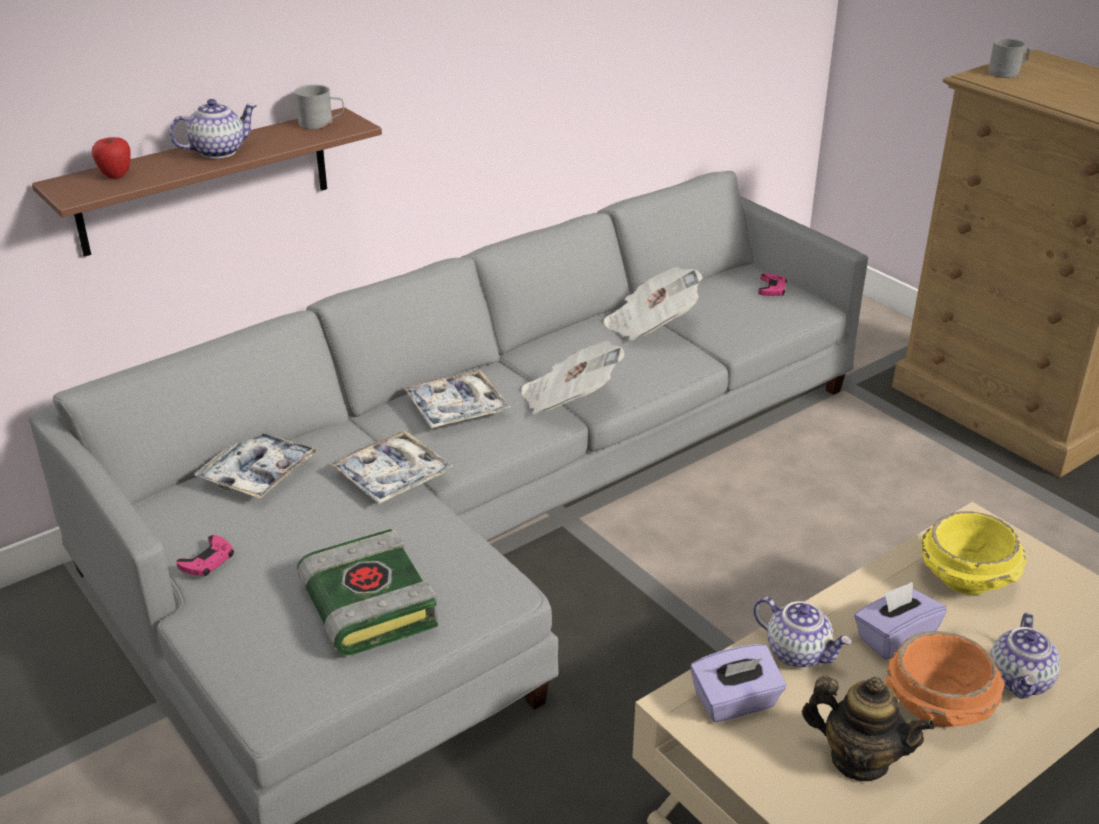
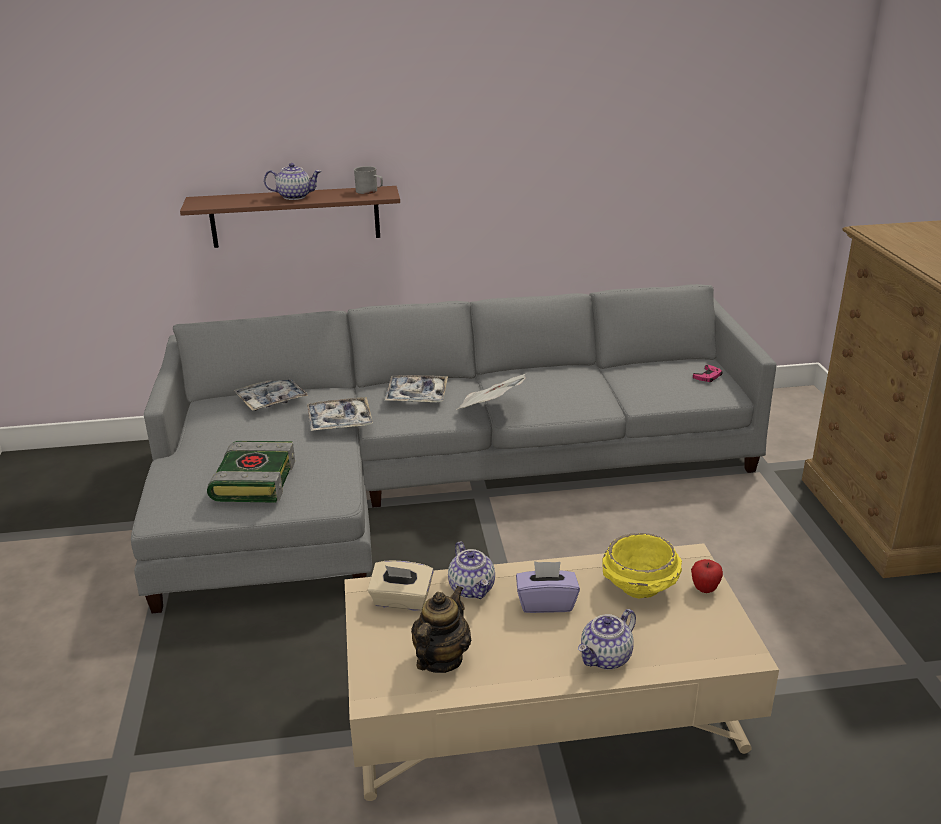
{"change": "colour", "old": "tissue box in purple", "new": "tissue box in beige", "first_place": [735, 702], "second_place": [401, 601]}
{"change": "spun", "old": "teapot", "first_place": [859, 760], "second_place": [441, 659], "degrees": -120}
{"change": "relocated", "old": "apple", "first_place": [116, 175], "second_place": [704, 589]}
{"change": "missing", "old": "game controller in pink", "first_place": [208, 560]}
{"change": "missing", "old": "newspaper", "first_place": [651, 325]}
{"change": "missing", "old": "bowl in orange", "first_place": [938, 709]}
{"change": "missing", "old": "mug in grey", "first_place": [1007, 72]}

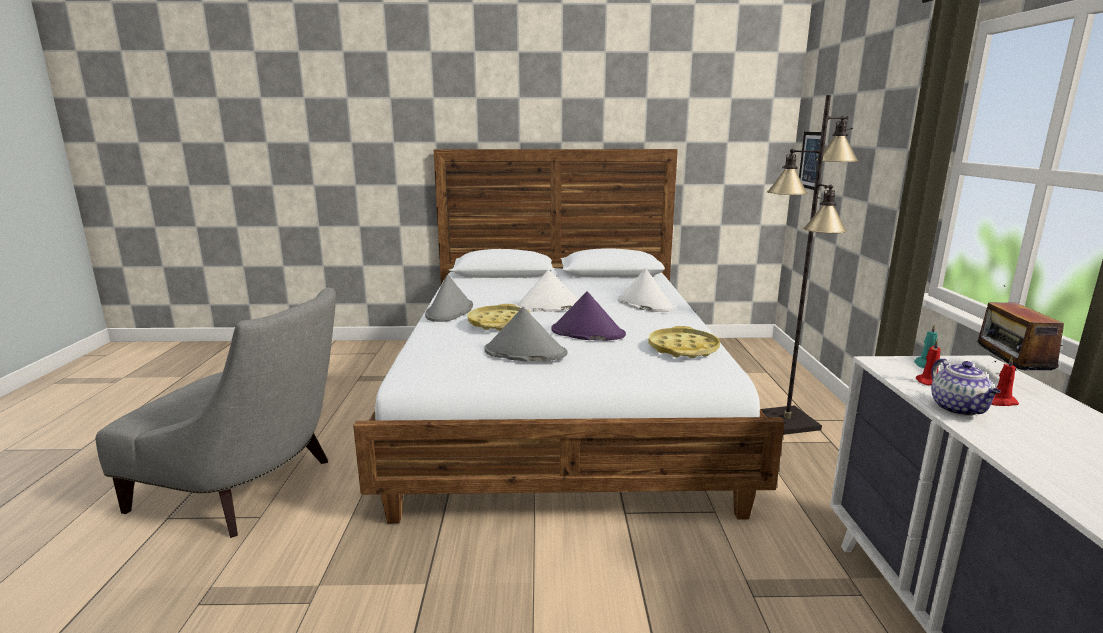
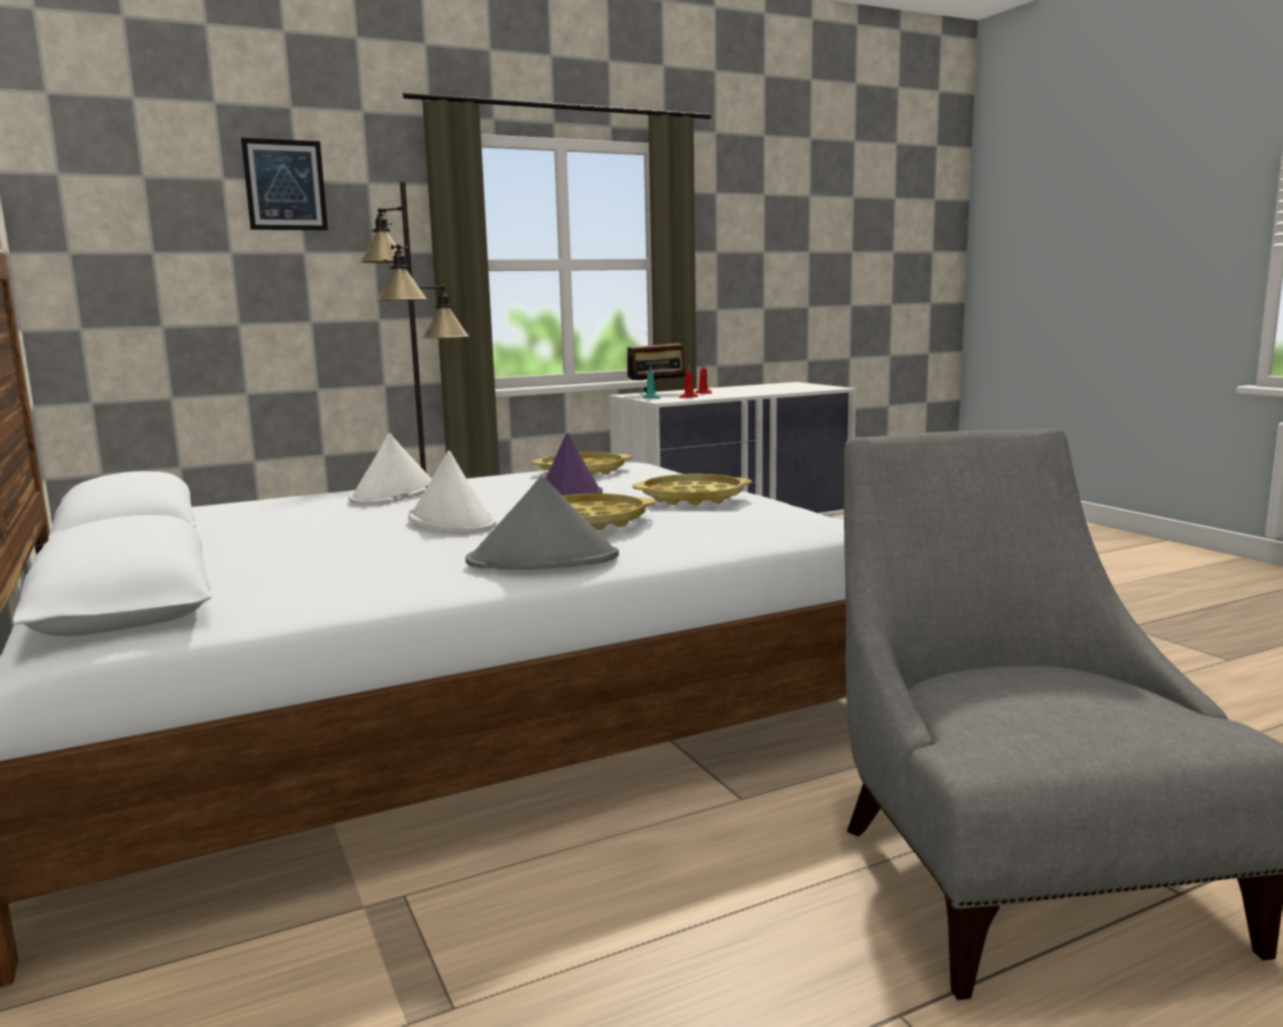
{"change": "relocated", "old": "picture", "first_place": [812, 160], "second_place": [285, 185]}
{"change": "exchanged", "old": "hat in grey", "new": "tray in yellow", "first_place": [524, 352], "second_place": [692, 498]}
{"change": "missing", "old": "teapot", "first_place": [959, 409]}

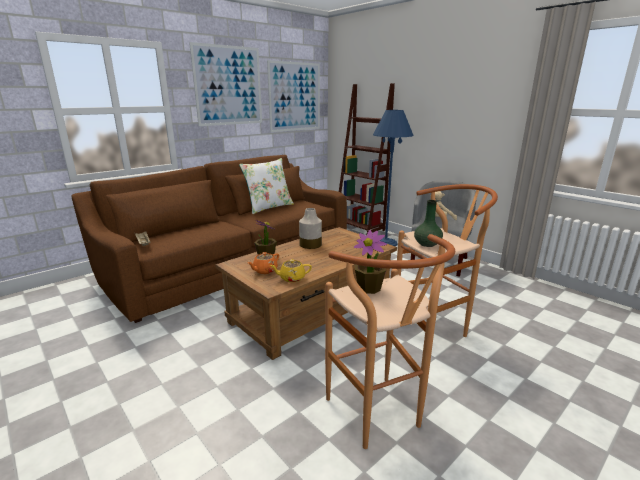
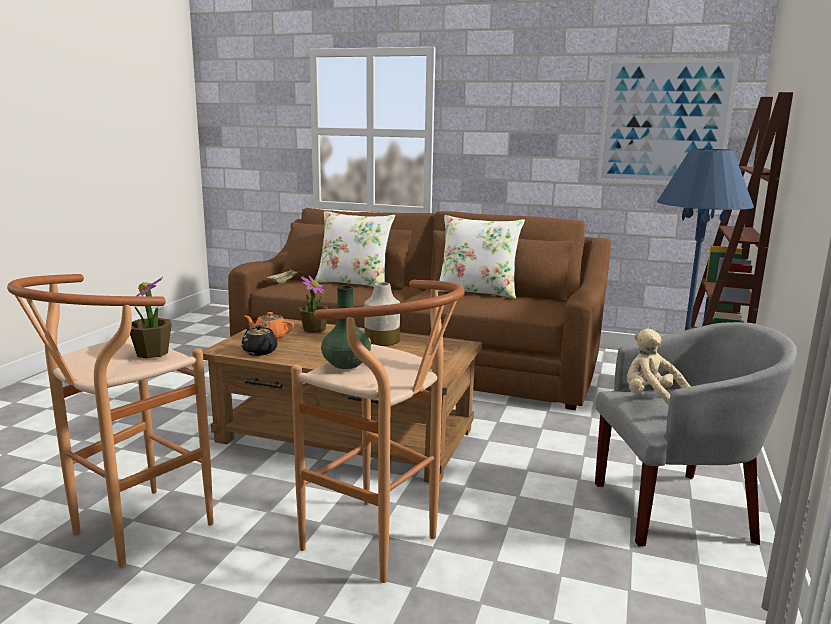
{"change": "colour", "old": "teapot in yellow", "new": "teapot in black", "first_place": [291, 278], "second_place": [259, 351]}
{"change": "appeared", "new": "pillow in white", "second_place": [354, 283]}
{"change": "missing", "old": "picture", "first_place": [228, 86]}

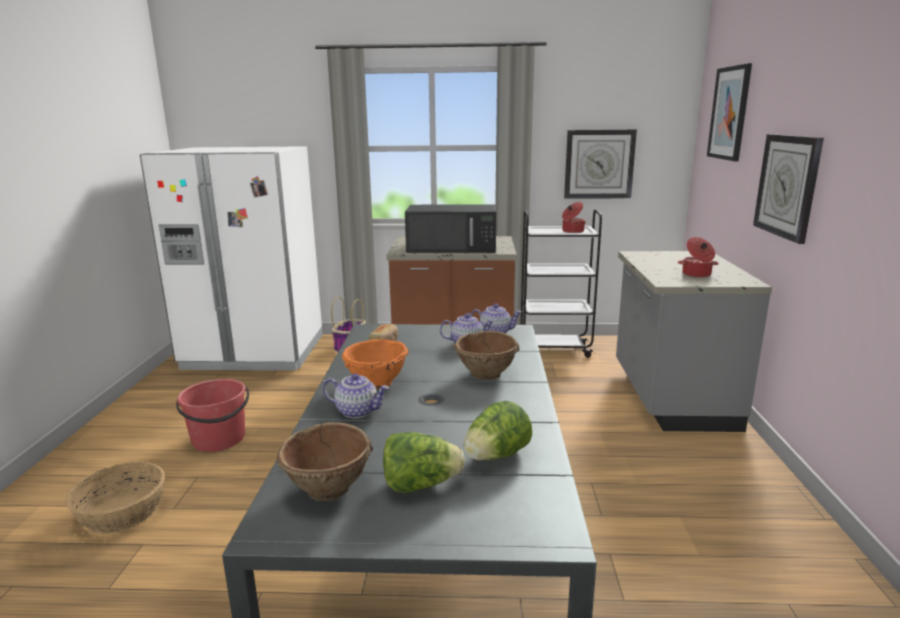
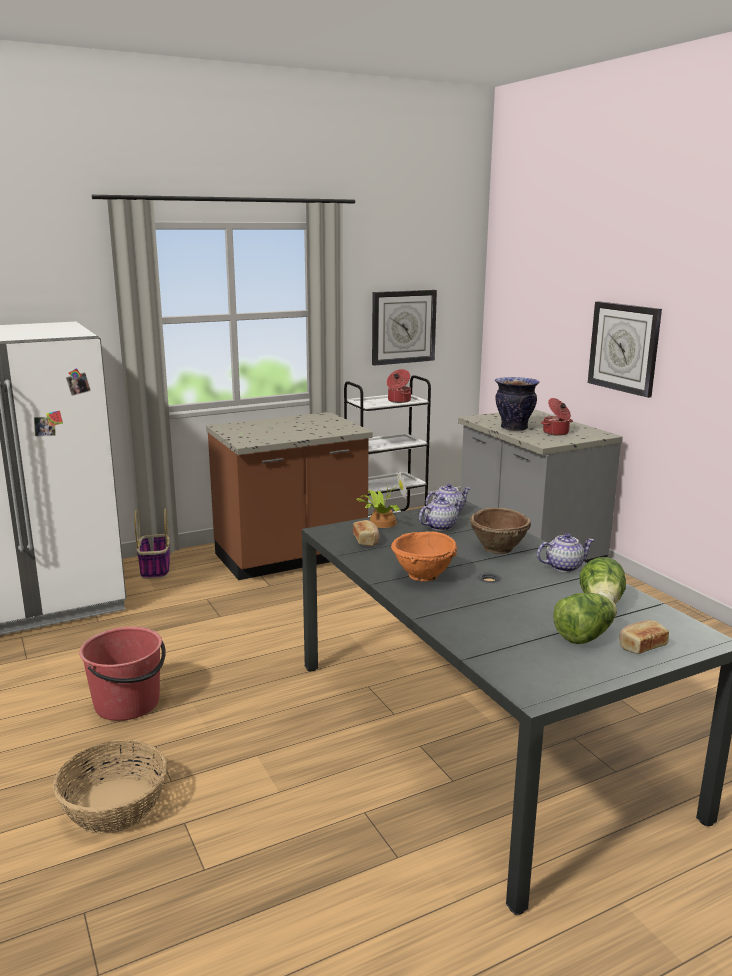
{"change": "appeared", "new": "potted plant", "second_place": [381, 522]}
{"change": "appeared", "new": "vase", "second_place": [514, 428]}
{"change": "relocated", "old": "teapot", "first_place": [357, 411], "second_place": [564, 567]}
{"change": "appeared", "new": "bread", "second_place": [641, 646]}
{"change": "missing", "old": "bowl in brown", "first_place": [328, 489]}
{"change": "missing", "old": "microwave in black", "first_place": [453, 247]}
{"change": "missing", "old": "picture", "first_place": [729, 113]}

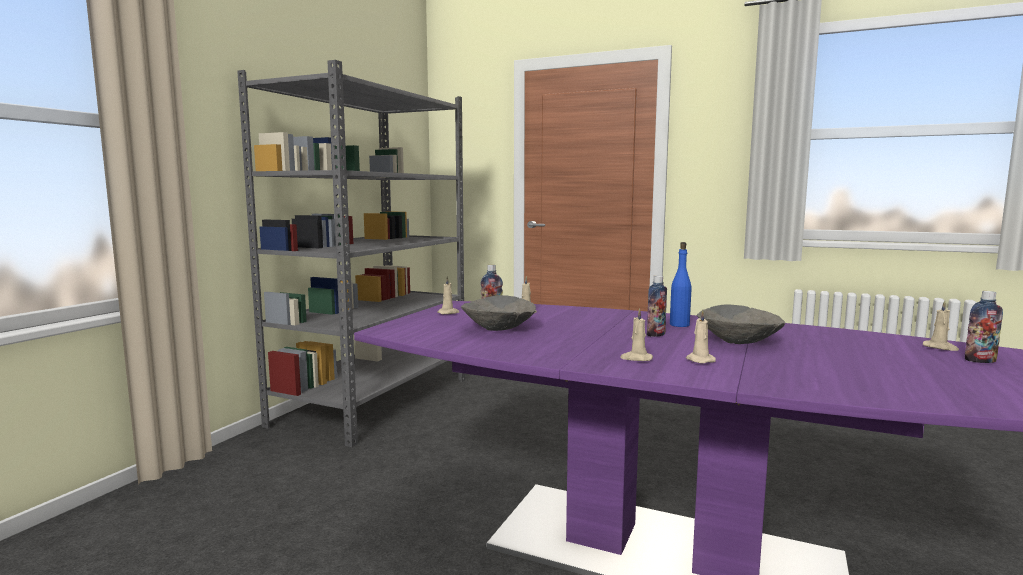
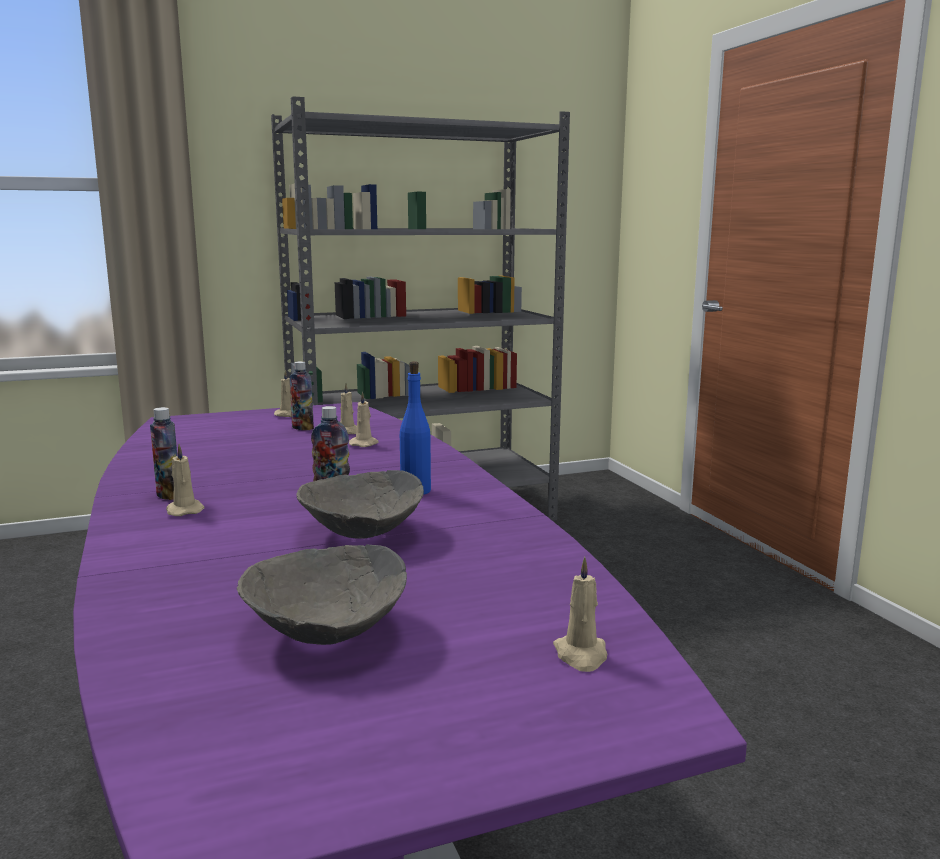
{"change": "relocated", "old": "bottle", "first_place": [980, 360], "second_place": [168, 495]}
{"change": "relocated", "old": "bowl in grey", "first_place": [498, 329], "second_place": [328, 631]}
{"change": "relocated", "old": "candle in beige", "first_place": [699, 360], "second_place": [364, 444]}

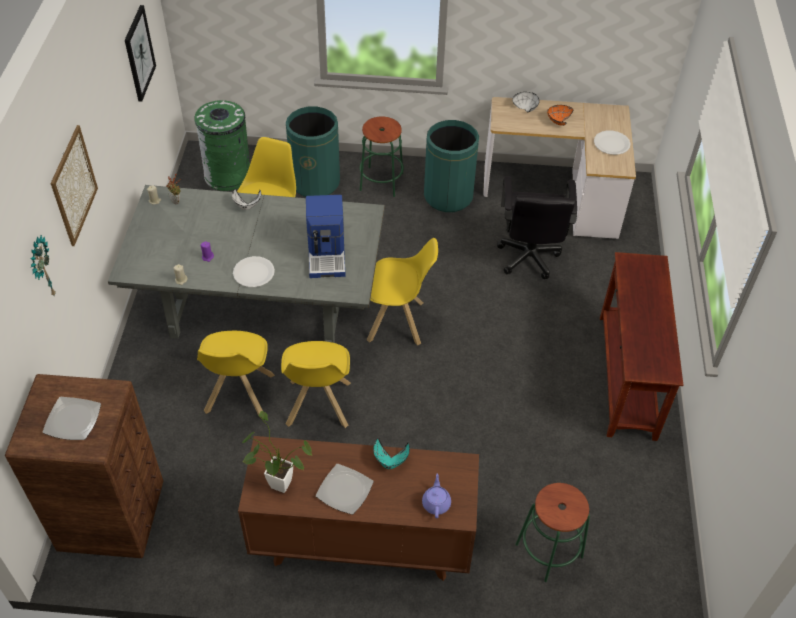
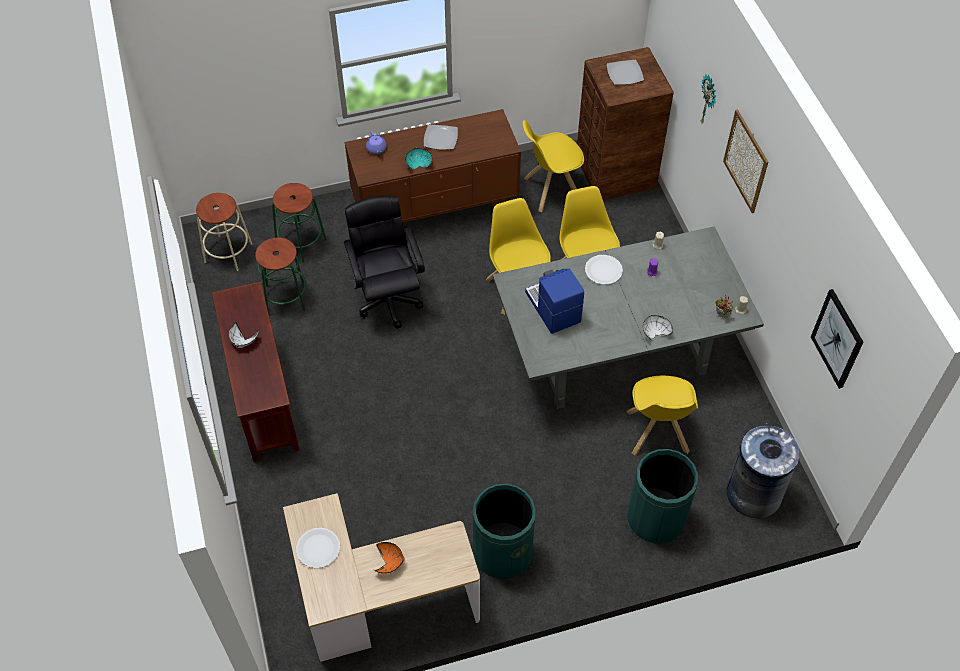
{"change": "appeared", "new": "stool in beige", "second_place": [228, 253]}
{"change": "relocated", "old": "bowl in white", "first_place": [526, 107], "second_place": [244, 342]}
{"change": "relocated", "old": "stool in green", "first_place": [381, 181], "second_place": [285, 297]}
{"change": "relocated", "old": "office chair in black", "first_place": [529, 261], "second_place": [387, 300]}
{"change": "relocated", "old": "chair in yellow", "first_place": [398, 322], "second_place": [550, 190]}
{"change": "colour", "old": "trash can in green", "new": "trash can in grey", "first_place": [228, 175], "second_place": [753, 493]}
{"change": "missing", "old": "potted plant", "first_place": [276, 482]}

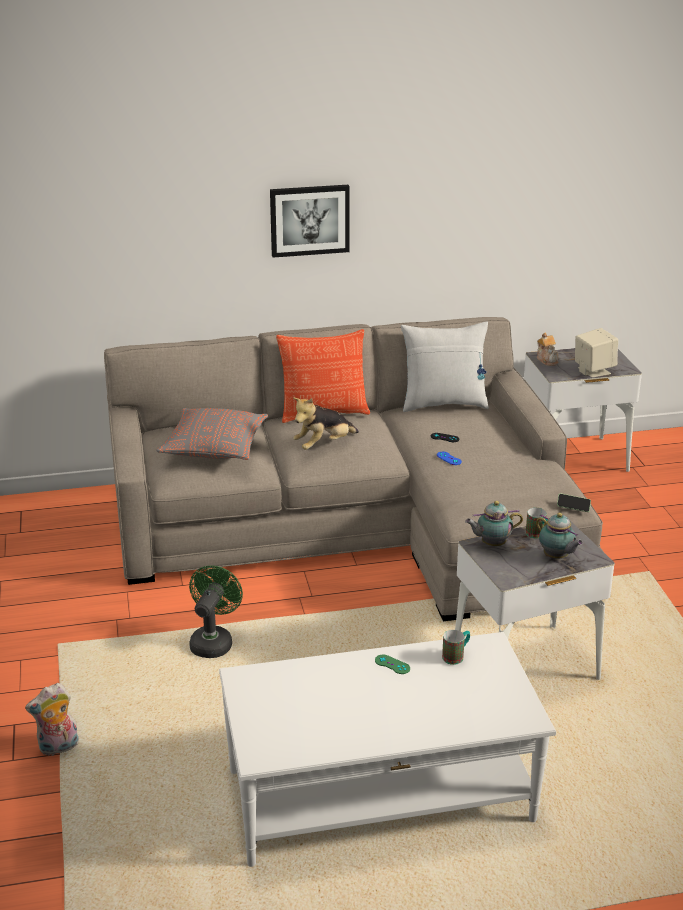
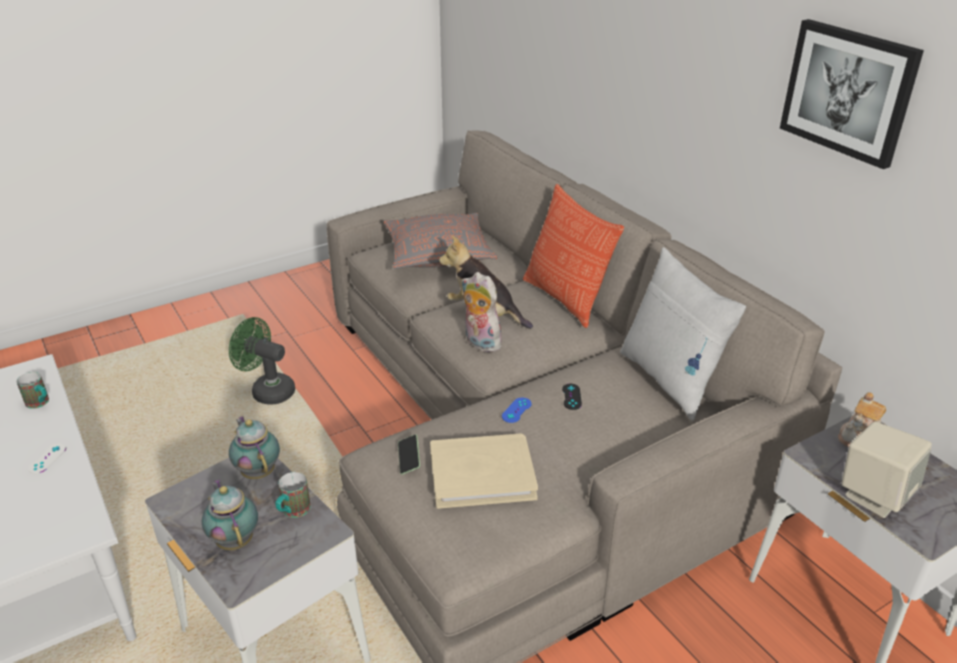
{"change": "relocated", "old": "mug", "first_place": [456, 656], "second_place": [40, 403]}
{"change": "colour", "old": "game controller in green", "new": "game controller in white", "first_place": [392, 664], "second_place": [47, 458]}
{"change": "spun", "old": "teapot", "first_place": [556, 557], "second_place": [235, 540], "degrees": 120}
{"change": "spun", "old": "fan in green", "first_place": [213, 641], "second_place": [267, 391], "degrees": -150}
{"change": "relocated", "old": "phone", "first_place": [573, 507], "second_place": [409, 459]}
{"change": "appeared", "new": "book in beige", "second_place": [482, 474]}
{"change": "relocated", "old": "plush toy", "first_place": [58, 748], "second_place": [479, 343]}
{"change": "relocated", "old": "picture", "first_place": [309, 220], "second_place": [848, 91]}

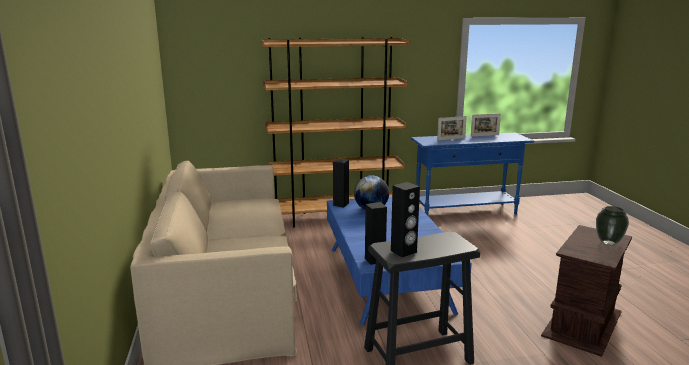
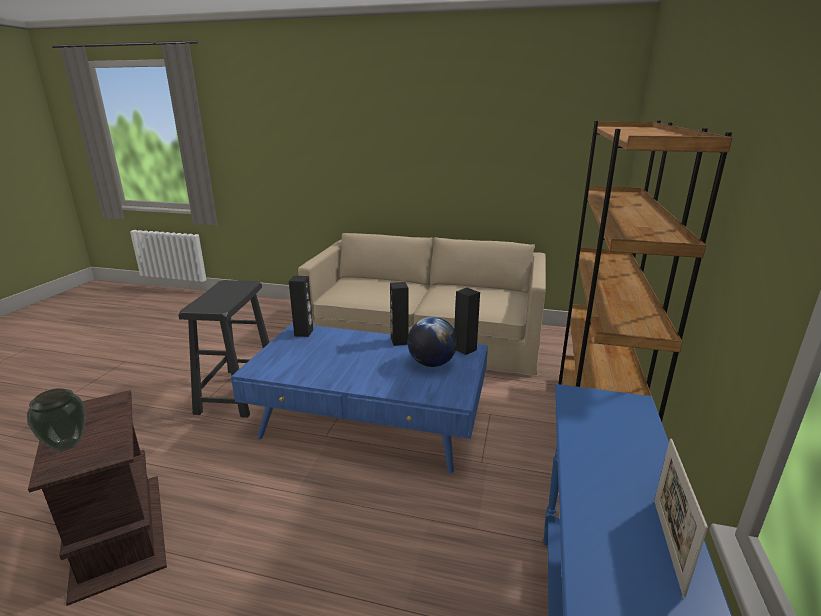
{"change": "relocated", "old": "speaker in black", "first_place": [404, 251], "second_place": [399, 341]}
{"change": "missing", "old": "picture frame", "first_place": [451, 139]}

